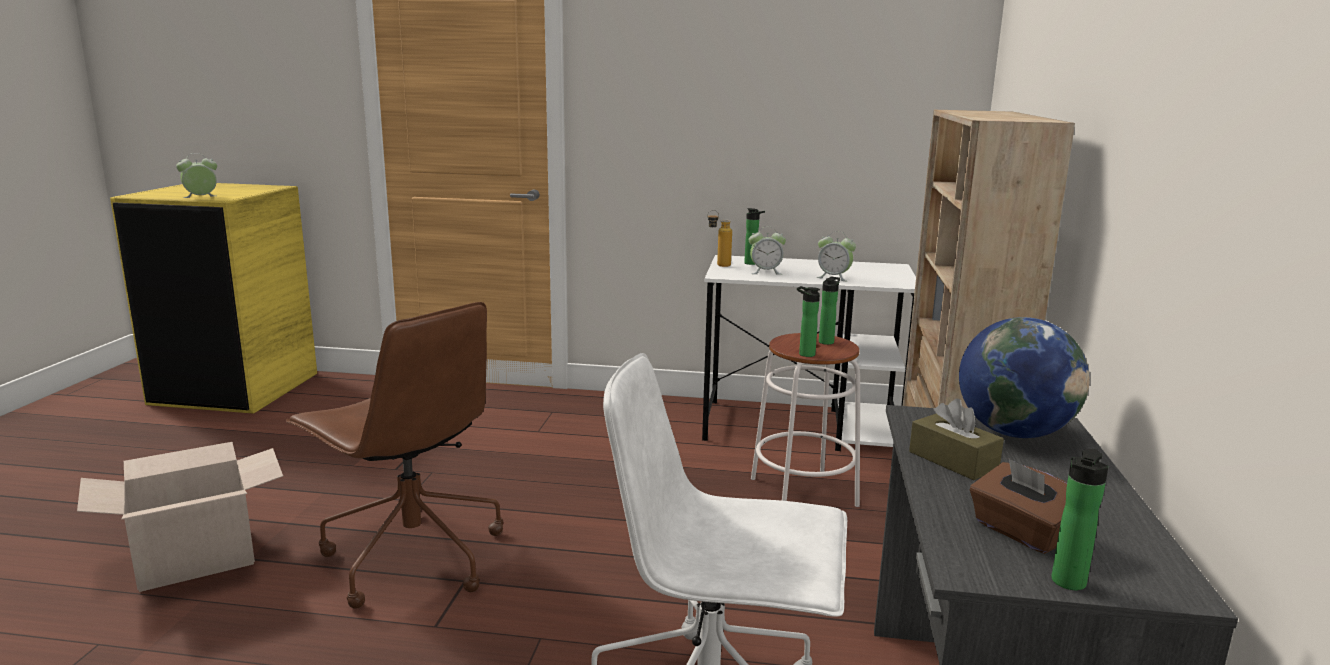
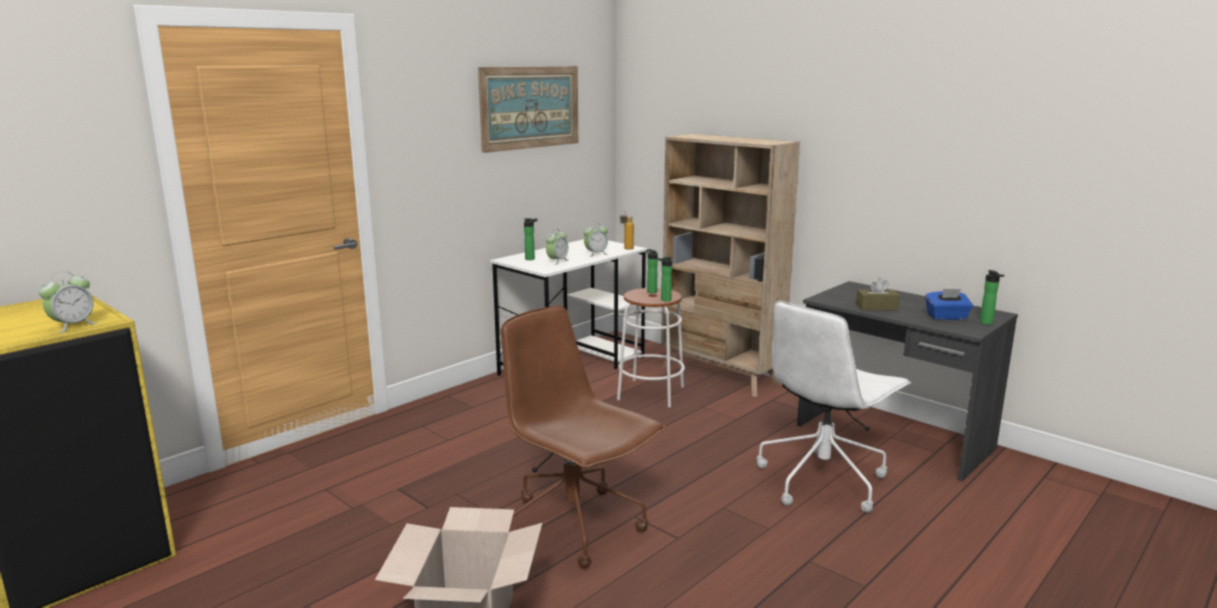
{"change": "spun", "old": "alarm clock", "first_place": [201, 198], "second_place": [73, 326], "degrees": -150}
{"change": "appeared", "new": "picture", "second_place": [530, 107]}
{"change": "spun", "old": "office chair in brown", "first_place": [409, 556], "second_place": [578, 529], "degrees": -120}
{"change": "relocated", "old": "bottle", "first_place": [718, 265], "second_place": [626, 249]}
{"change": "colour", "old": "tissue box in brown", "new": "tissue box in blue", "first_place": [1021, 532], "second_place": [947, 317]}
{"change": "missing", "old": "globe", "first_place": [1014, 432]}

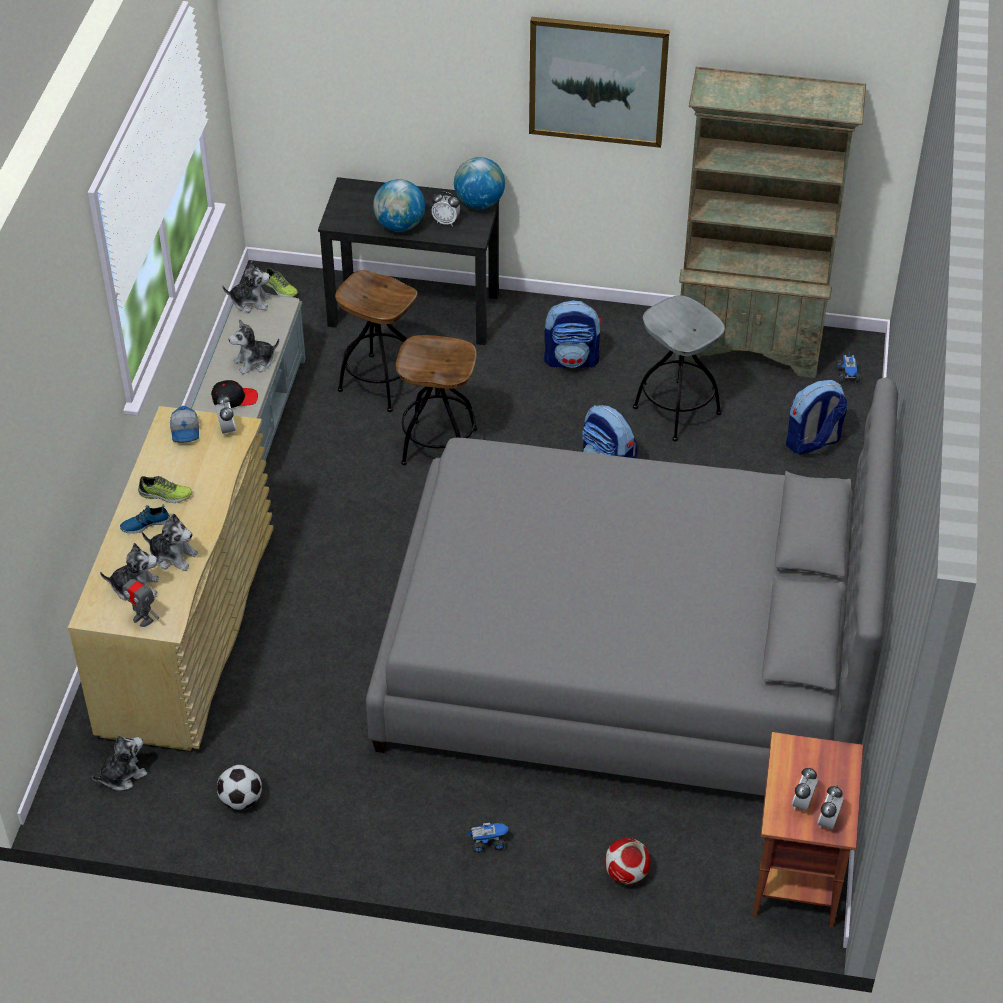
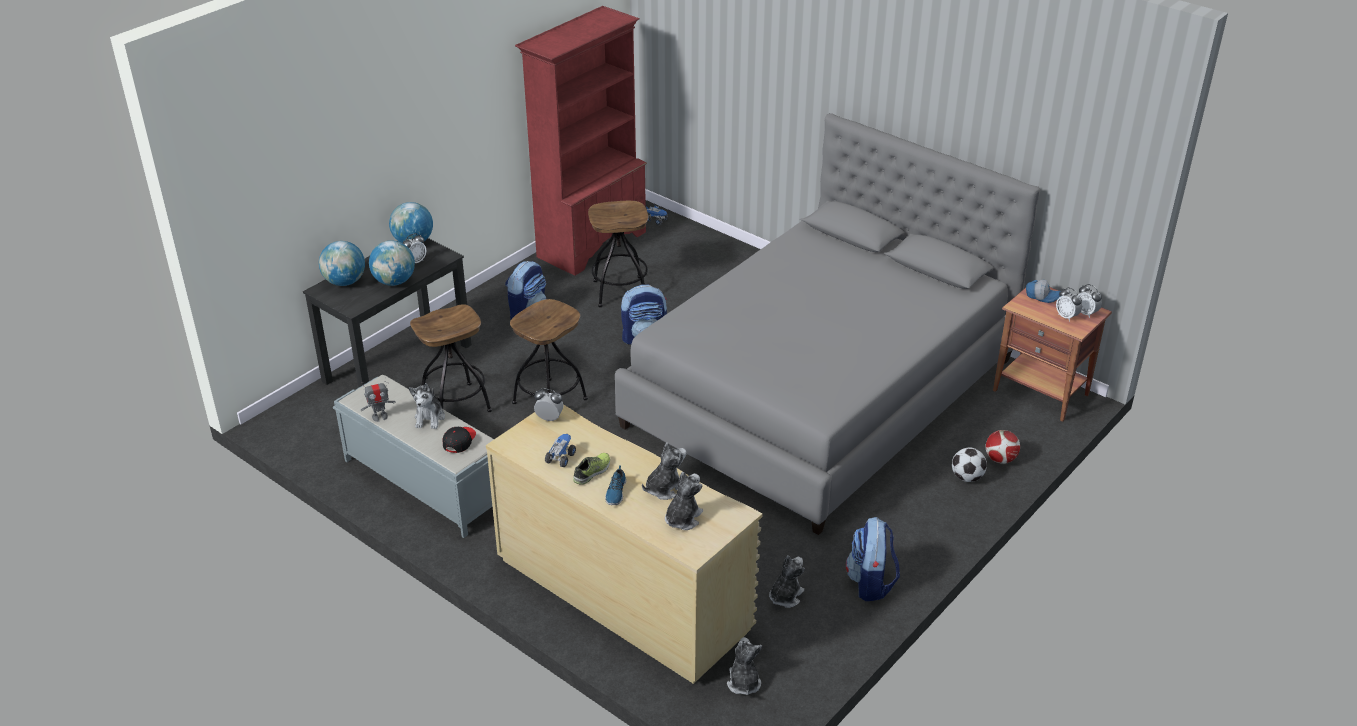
{"change": "appeared", "new": "globe", "second_place": [345, 282]}
{"change": "relocated", "old": "toy robot", "first_place": [143, 619], "second_place": [380, 417]}
{"change": "colour", "old": "bookcase in green", "new": "bookcase in red", "first_place": [748, 345], "second_place": [591, 244]}
{"change": "relocated", "old": "toy truck", "first_place": [487, 841], "second_place": [560, 458]}
{"change": "colour", "old": "stool in grey", "new": "stool in brown", "first_place": [677, 410], "second_place": [620, 291]}
{"change": "relocated", "old": "plush toy", "first_place": [250, 302], "second_place": [785, 596]}
{"change": "relocated", "old": "backpack", "first_place": [812, 442], "second_place": [871, 583]}
{"change": "relocated", "old": "football", "first_place": [241, 800], "second_place": [966, 477]}
{"change": "relocated", "old": "cap", "first_place": [186, 431], "second_place": [1042, 296]}
{"change": "missing", "old": "shoe", "first_place": [280, 288]}
{"change": "missing", "old": "picture", "first_place": [597, 81]}

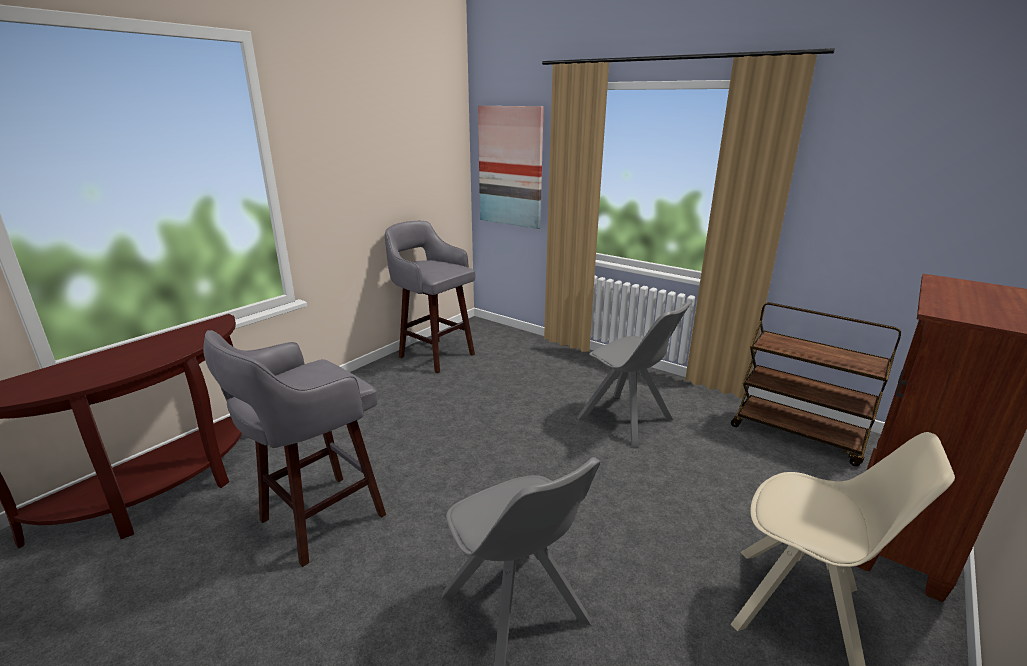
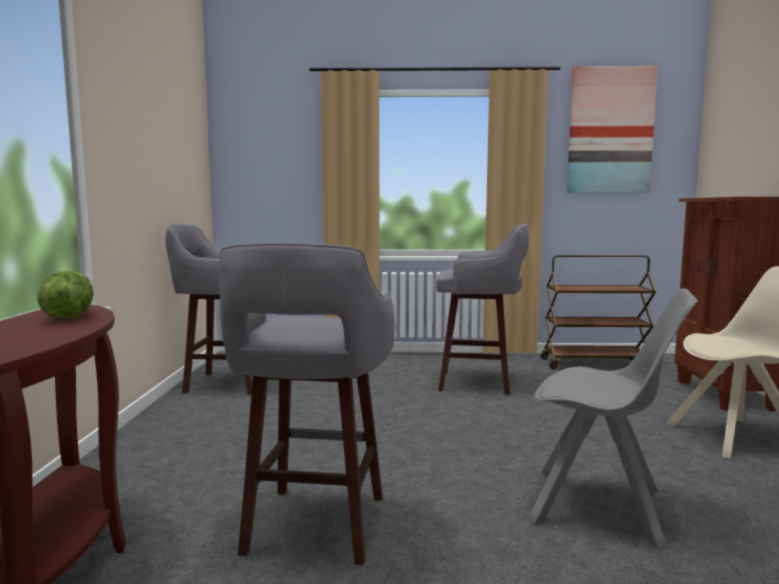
{"change": "appeared", "new": "lettuce", "second_place": [68, 316]}
{"change": "exchanged", "old": "chair in grey", "new": "stool in grey", "first_place": [627, 420], "second_place": [478, 383]}
{"change": "relocated", "old": "picture", "first_place": [510, 167], "second_place": [610, 131]}

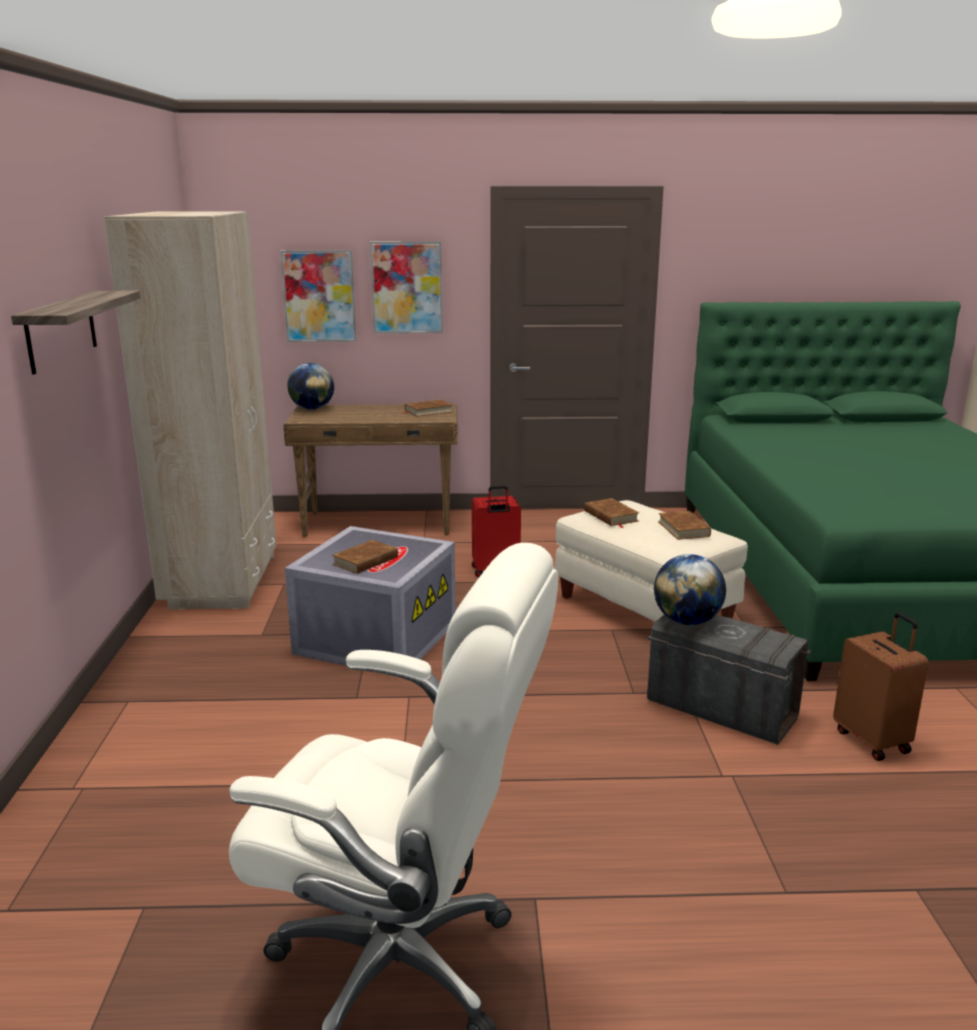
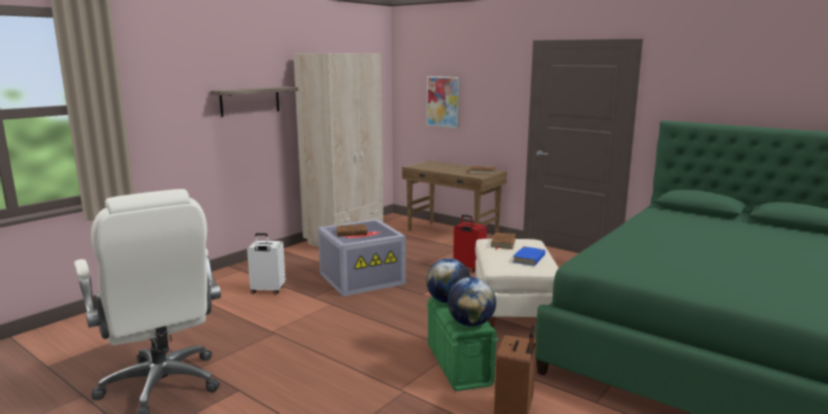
{"change": "appeared", "new": "suitcase in white", "second_place": [267, 291]}
{"change": "colour", "old": "storage box in grey", "new": "storage box in green", "first_place": [721, 709], "second_place": [459, 364]}
{"change": "relocated", "old": "globe", "first_place": [312, 408], "second_place": [471, 324]}
{"change": "colour", "old": "book in brown", "new": "book in blue", "first_place": [683, 529], "second_place": [529, 258]}
{"change": "missing", "old": "picture", "first_place": [407, 287]}

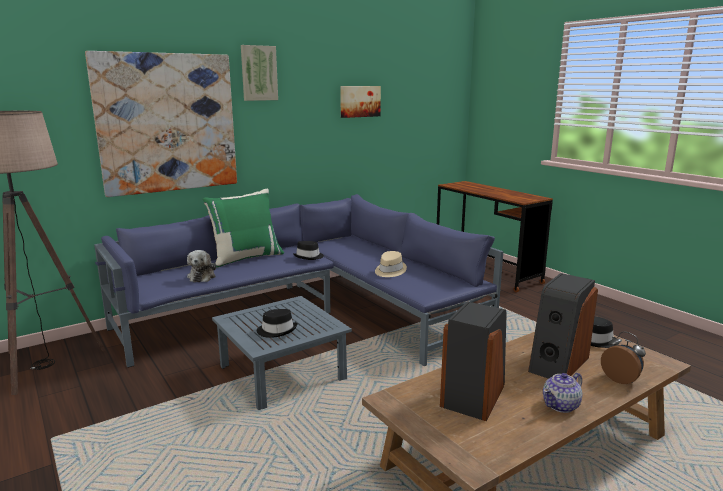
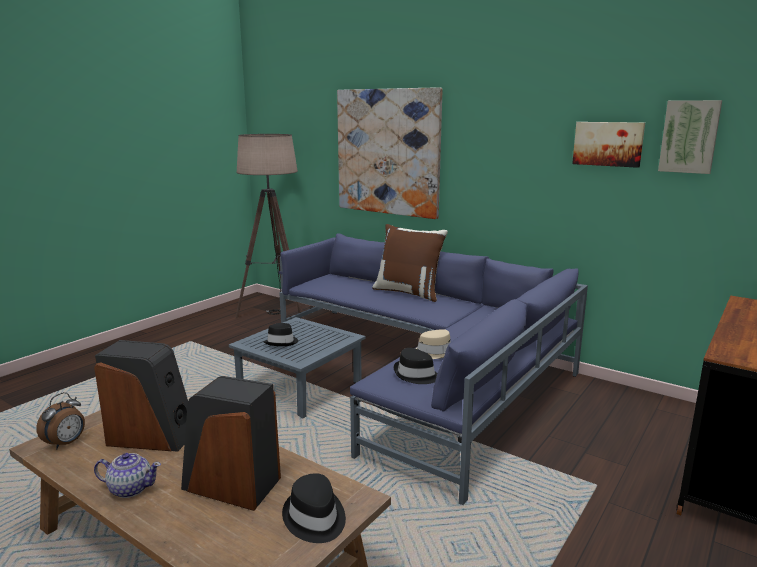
{"change": "relocated", "old": "alarm clock", "first_place": [621, 379], "second_place": [66, 443]}
{"change": "spun", "old": "teapot", "first_place": [561, 405], "second_place": [130, 488], "degrees": 150}
{"change": "colour", "old": "pillow in green", "new": "pillow in brown", "first_place": [246, 257], "second_place": [409, 292]}
{"change": "relocated", "old": "hat in black", "first_place": [309, 257], "second_place": [416, 375]}
{"change": "relocated", "old": "picture", "first_place": [258, 73], "second_place": [689, 136]}
{"change": "missing", "old": "plush toy", "first_place": [202, 276]}

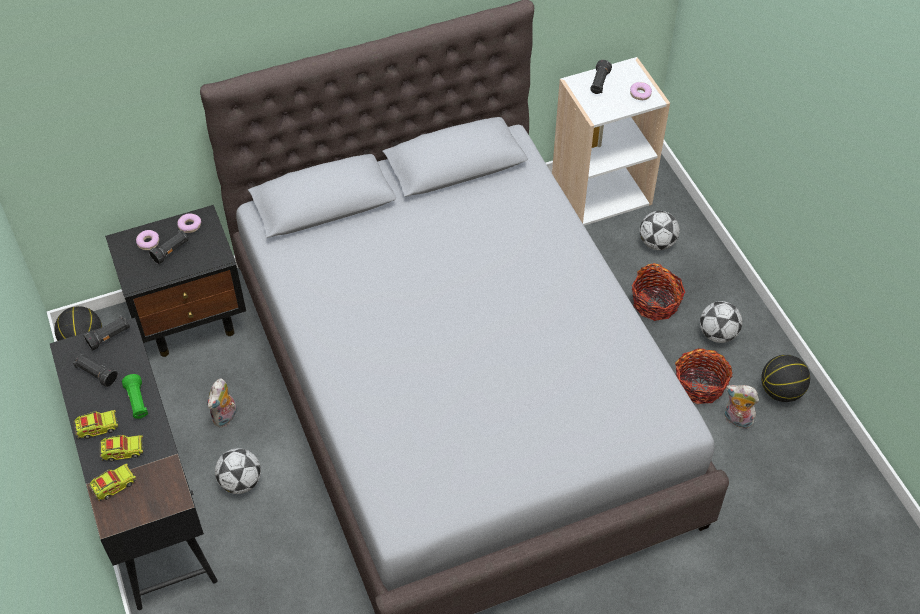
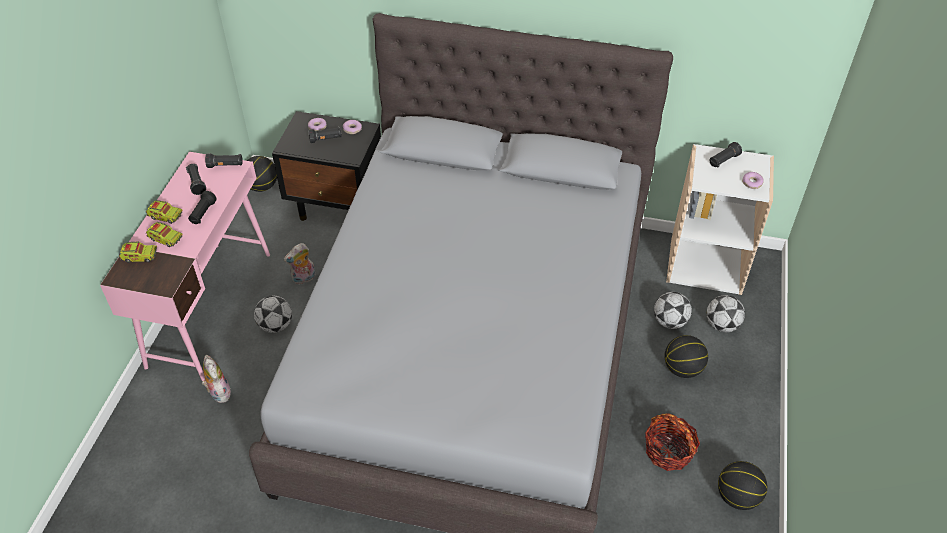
{"change": "colour", "old": "desk in black", "new": "desk in pink", "first_place": [151, 504], "second_place": [210, 307]}
{"change": "colour", "old": "flashlight in green", "new": "flashlight in black", "first_place": [137, 402], "second_place": [203, 213]}
{"change": "relocated", "old": "plush toy", "first_place": [736, 420], "second_place": [218, 392]}
{"change": "relocated", "old": "football", "first_place": [717, 334], "second_place": [669, 322]}
{"change": "exchanged", "old": "basket", "new": "basketball", "first_place": [655, 303], "second_place": [682, 369]}

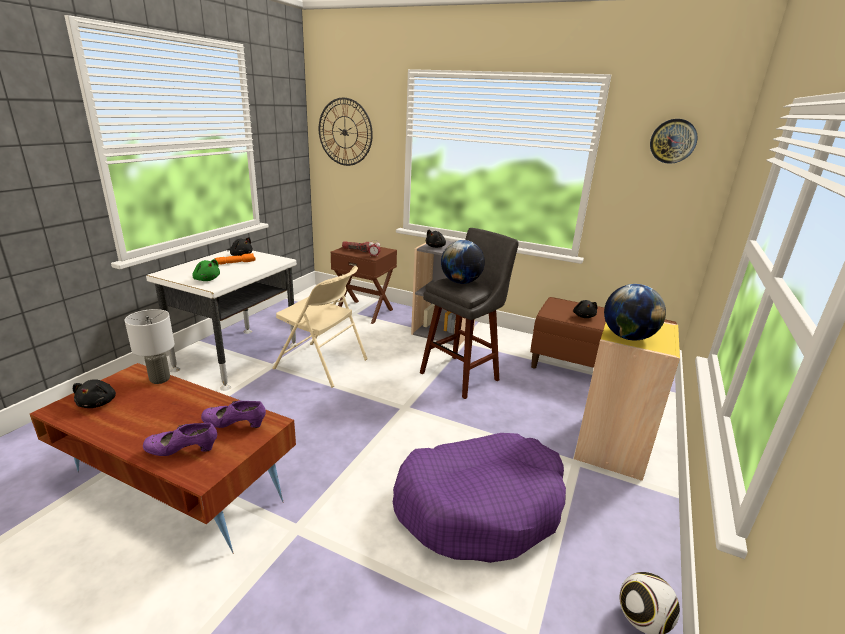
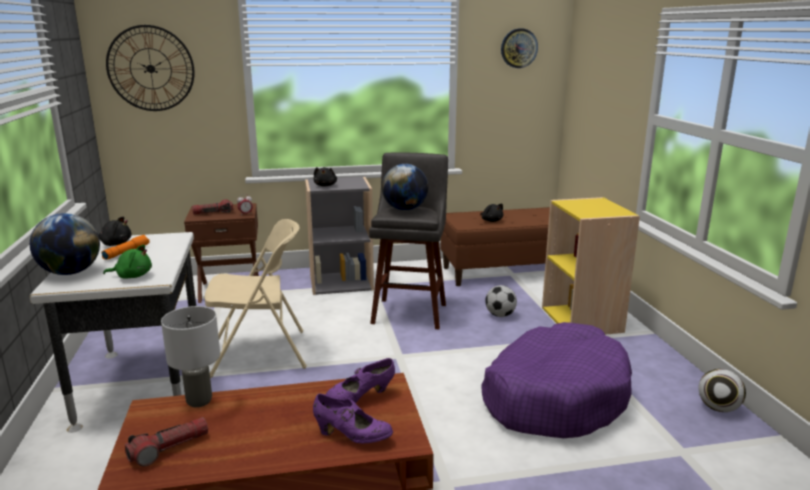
{"change": "relocated", "old": "globe", "first_place": [627, 337], "second_place": [70, 272]}
{"change": "exchanged", "old": "plush toy in black", "new": "flashlight", "first_place": [98, 403], "second_place": [169, 448]}
{"change": "spun", "old": "shoe in purple", "first_place": [183, 451], "second_place": [352, 437], "degrees": -120}
{"change": "appeared", "new": "football", "second_place": [500, 315]}

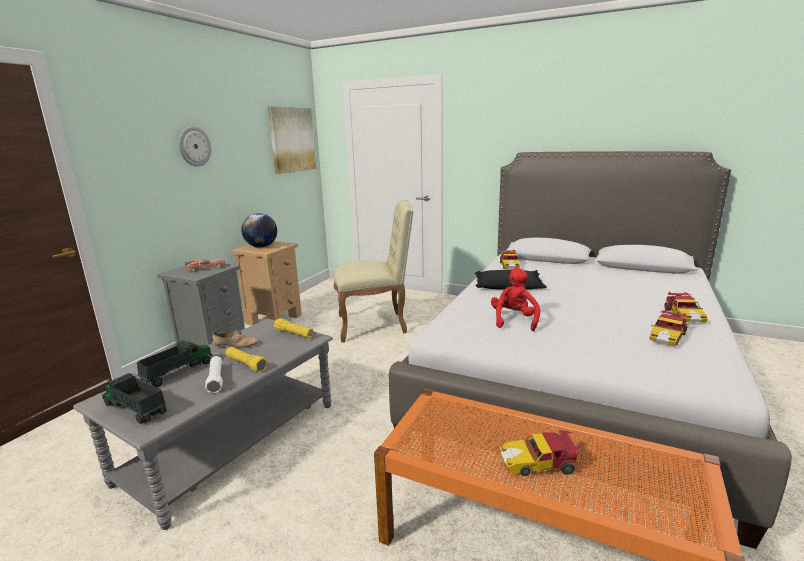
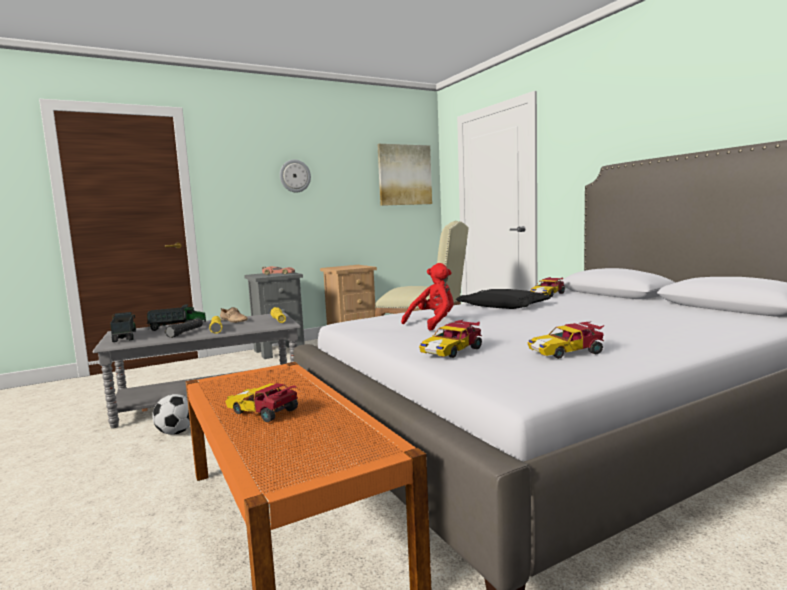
{"change": "appeared", "new": "football", "second_place": [176, 432]}
{"change": "colour", "old": "flashlight in white", "new": "flashlight in black", "first_place": [216, 379], "second_place": [185, 333]}
{"change": "relocated", "old": "toy car", "first_place": [683, 315], "second_place": [452, 351]}
{"change": "missing", "old": "globe", "first_place": [261, 247]}

